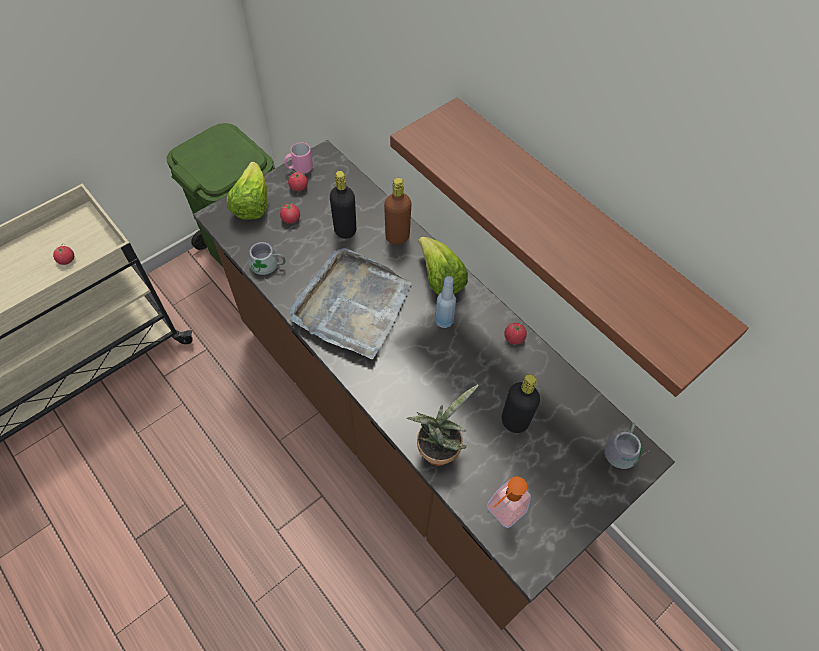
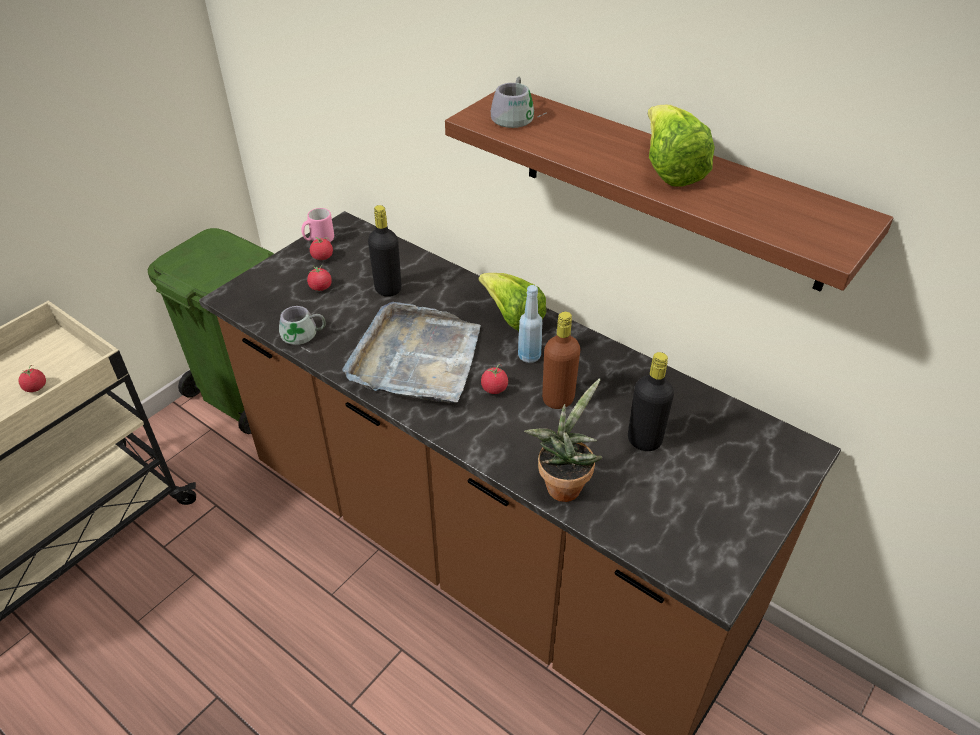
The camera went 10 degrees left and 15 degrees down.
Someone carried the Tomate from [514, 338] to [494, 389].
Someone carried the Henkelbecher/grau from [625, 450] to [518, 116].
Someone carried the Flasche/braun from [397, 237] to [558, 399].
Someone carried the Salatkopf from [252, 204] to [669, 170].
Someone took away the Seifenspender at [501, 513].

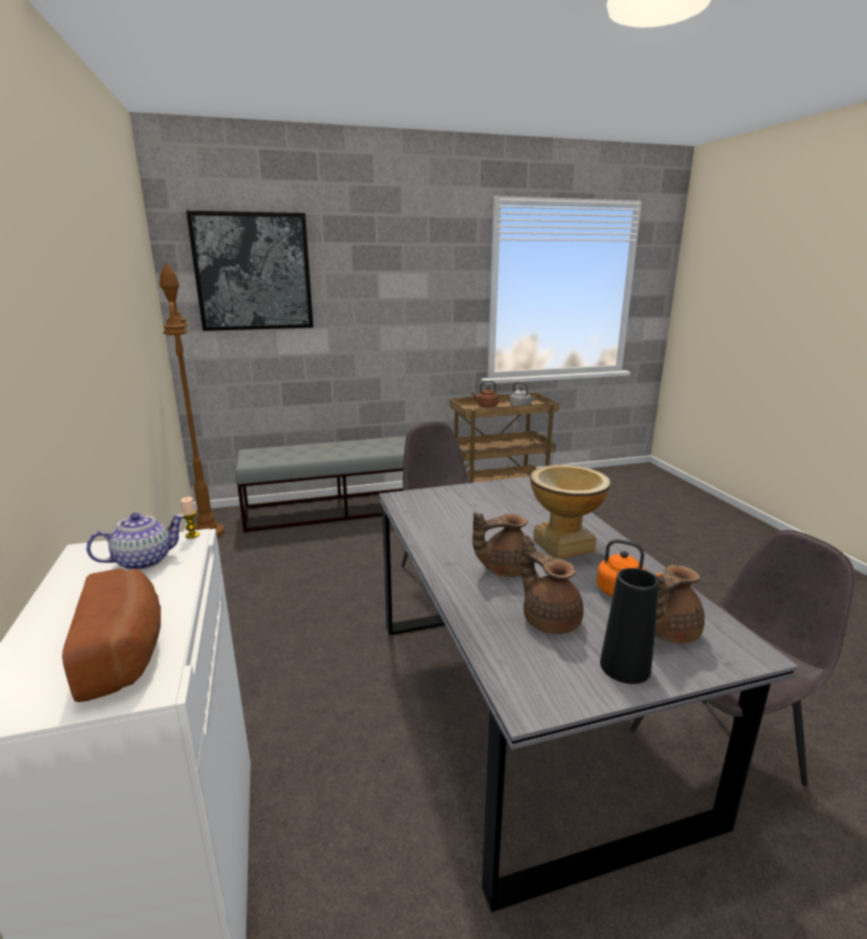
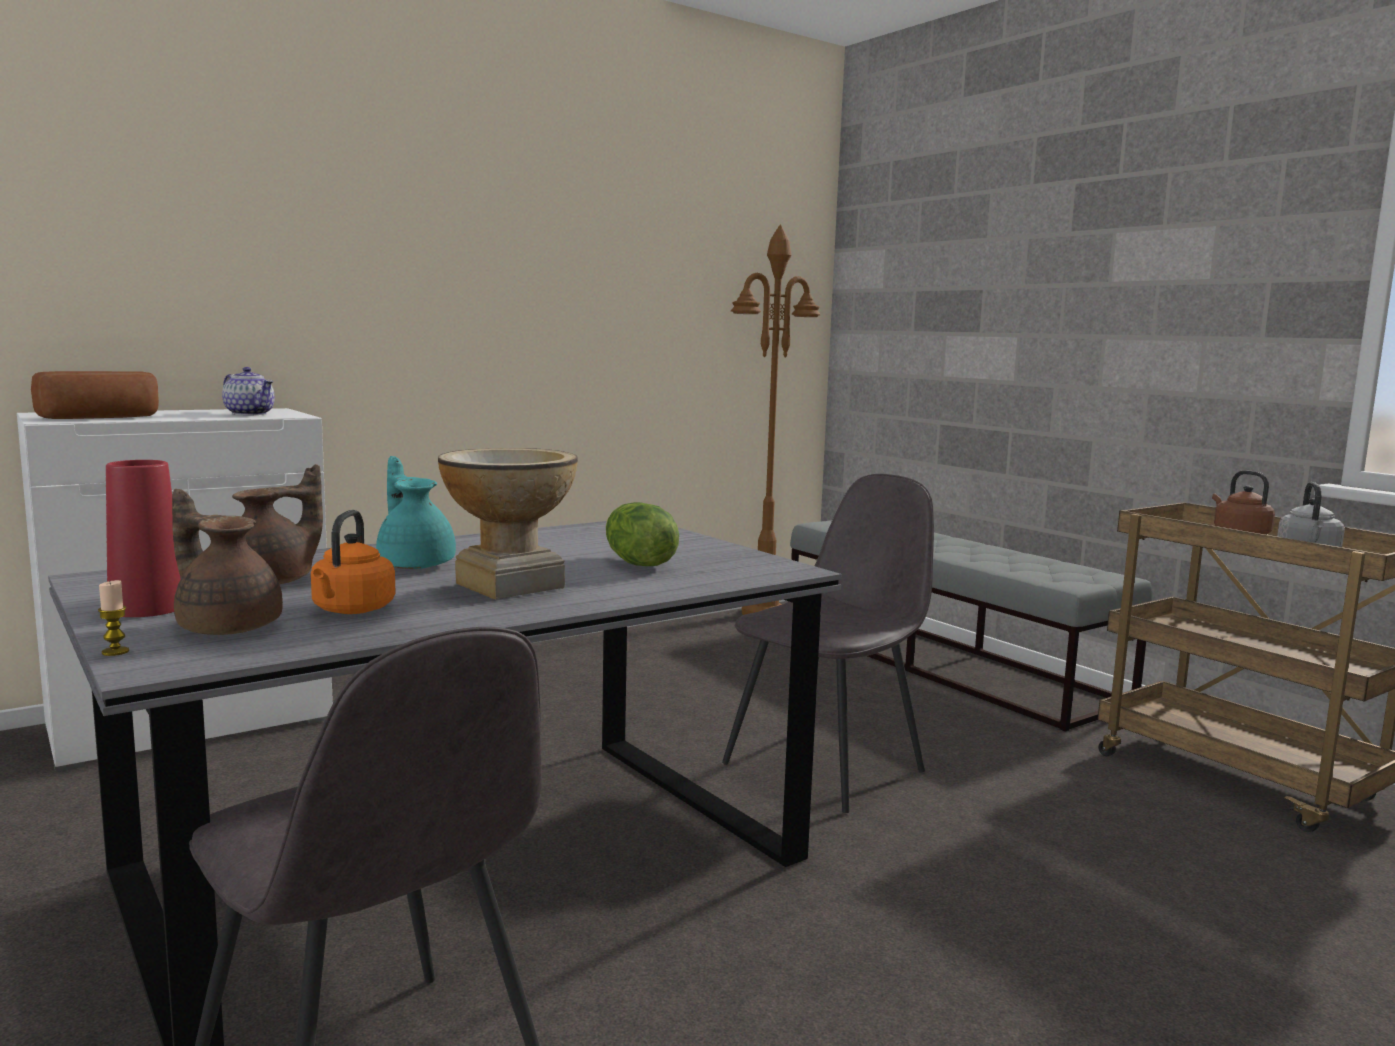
The camera went 70 degrees right and 10 degrees down.
Someone carried the Kerze from [192, 535] to [115, 652].
Someone repainted the Vase/schwarz at [625, 667], which became the Vase/rot at [147, 608].
Someone repainted the Teekanne/braun at [504, 569], which became the Teekanne/türkis at [415, 564].
Someone put down the Salatkopf at [637, 563].
Someone took away the Bild at [253, 272].

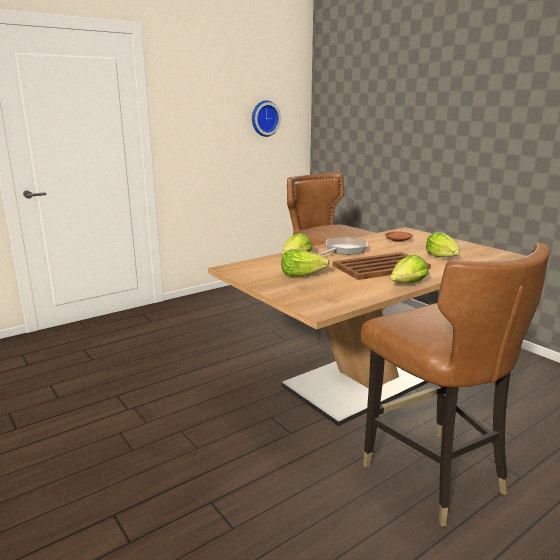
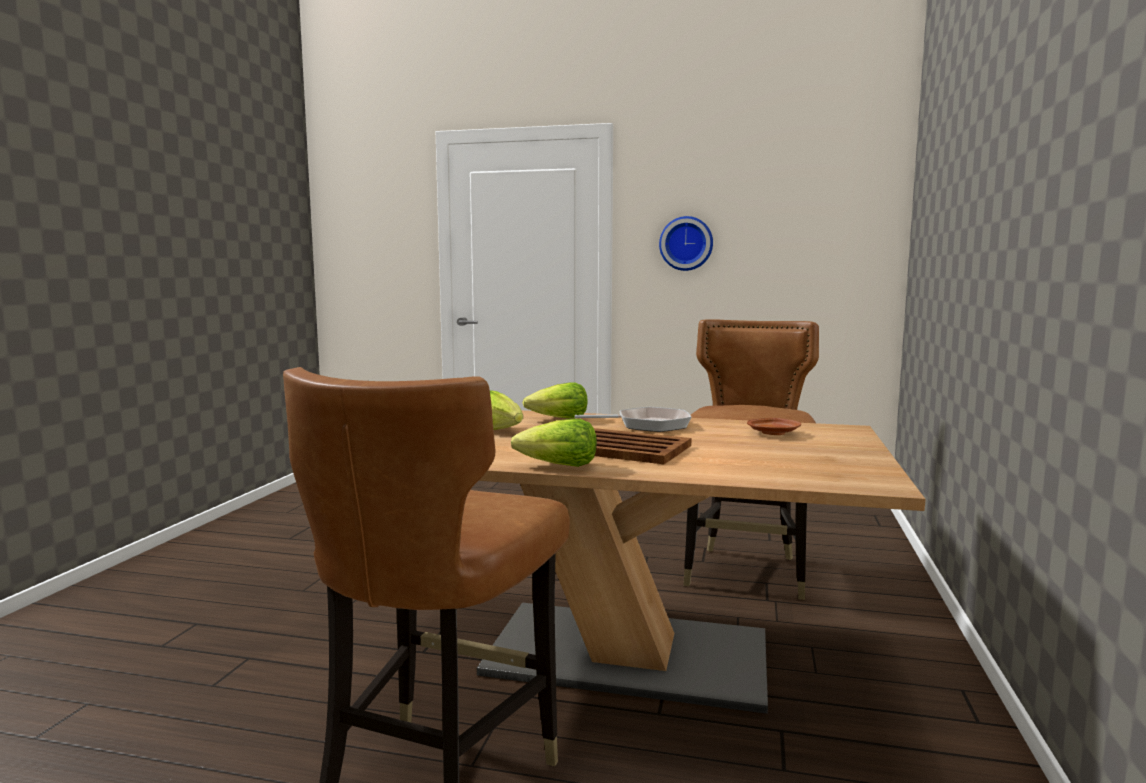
The camera went 50 degrees right and 10 degrees down.
Someone carried the Wanduhr from [264, 118] to [686, 243].
Someone took away the Salatkopf at [442, 257].

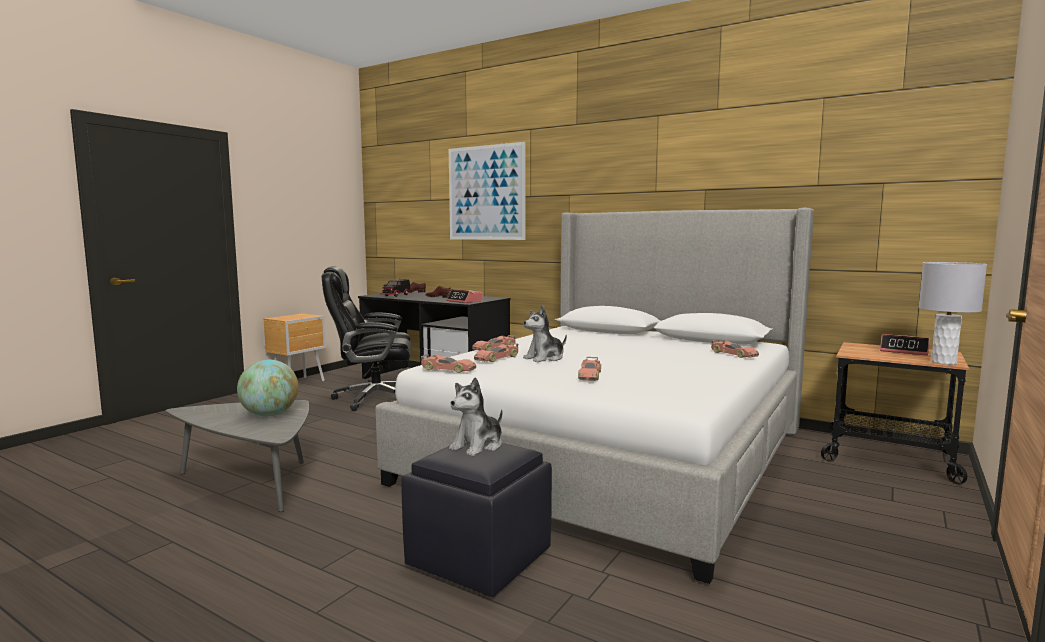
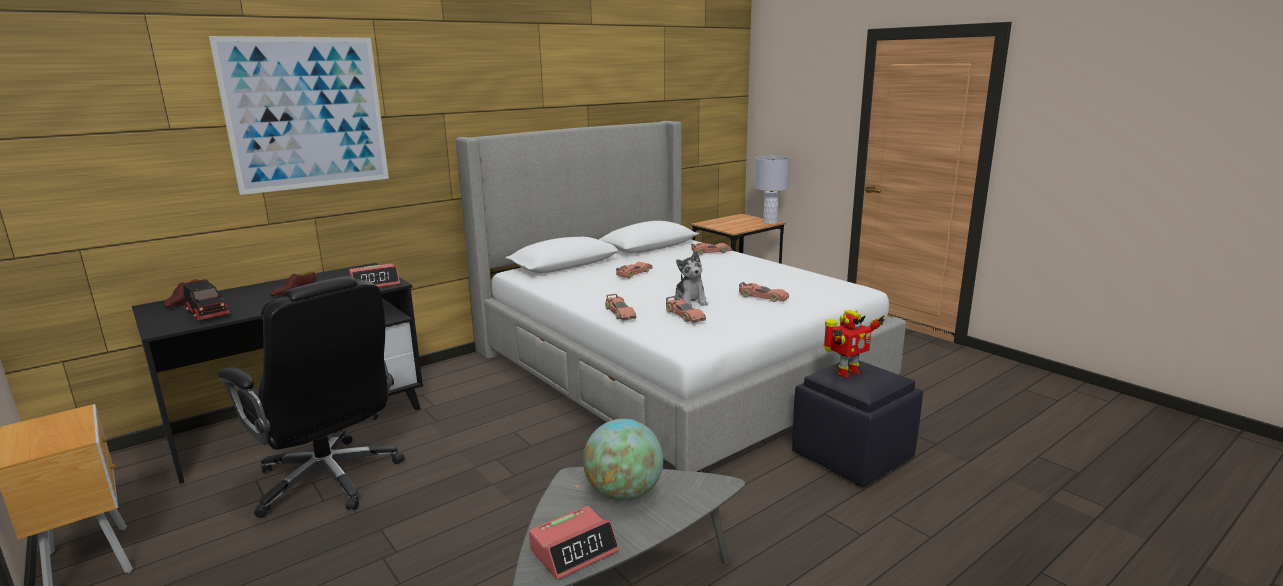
The camera went 70 degrees left and 10 degrees up.
Someone rotated the Bürostuhl/schwarz at [373, 399] by 60 degrees counterclockwise.
Someone carried the Wecker from [904, 351] to [574, 550].
Someone carried the Spielzeugauto from [448, 369] to [634, 274].
Someone swapped the Plüschtier at [478, 446] for the Spielzeugroboter at [846, 373].

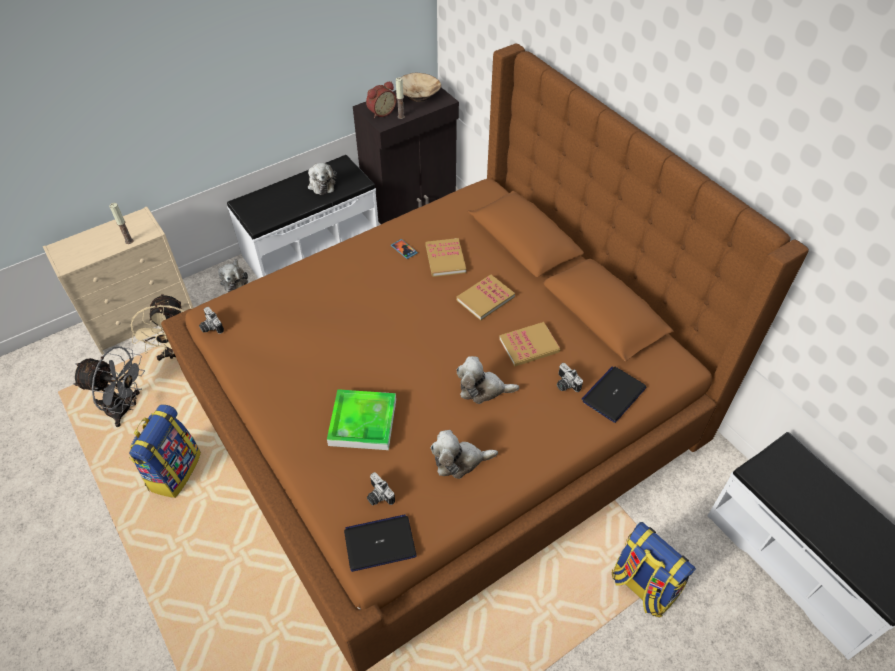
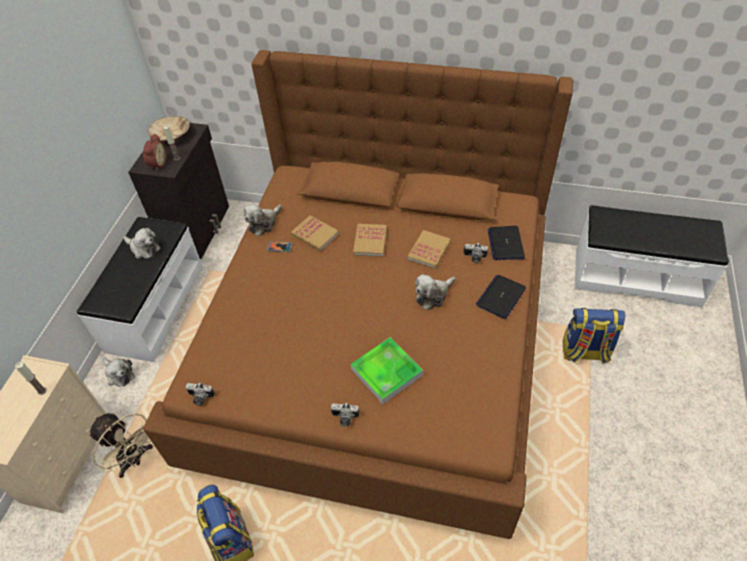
The camera went 40 degrees left and 0 degrees up.
Someone carried the Plüschtier from [459, 461] to [264, 223].
Someone carried the Kamera from [377, 496] to [344, 418].
Someone carried the Laptop from [380, 543] to [501, 297].
Someone took away the Ventilator/grau at [125, 409].

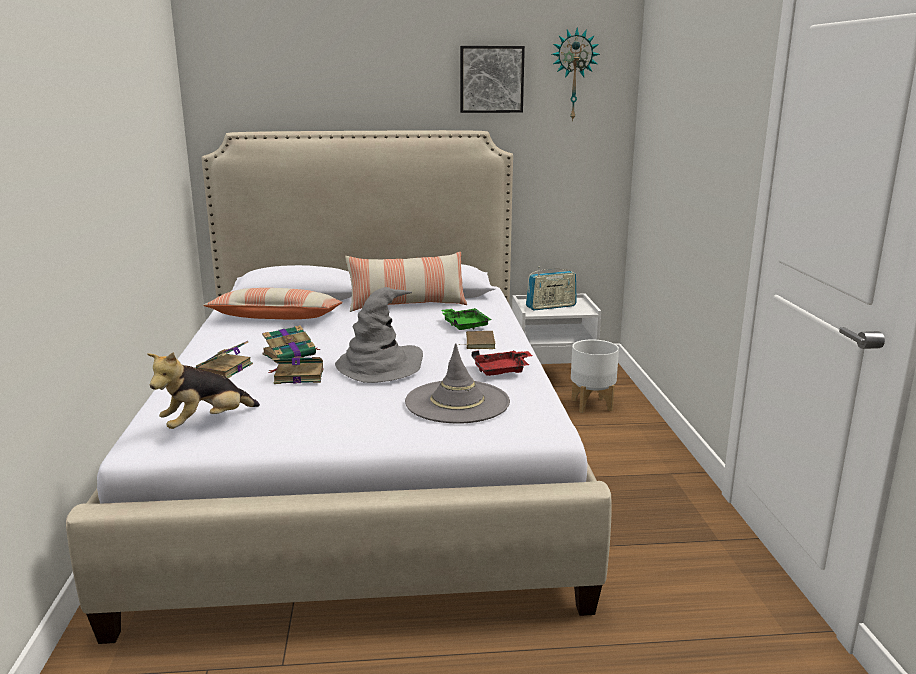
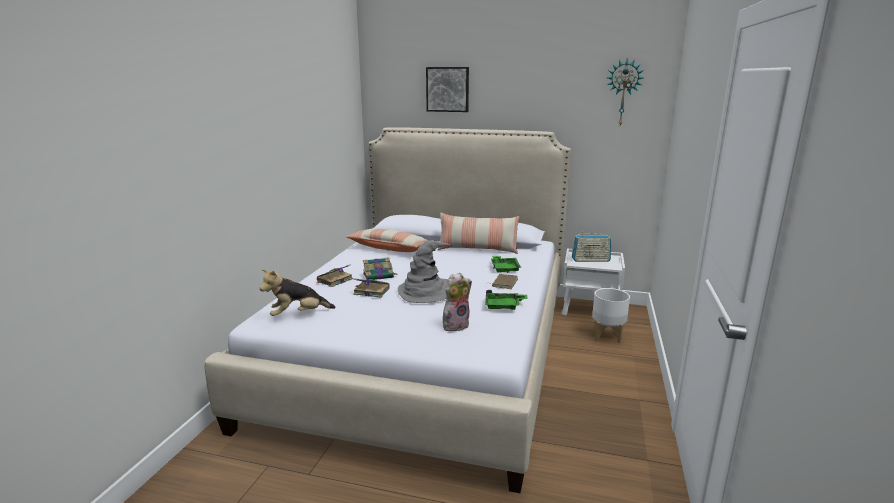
The camera went 20 degrees right and 0 degrees up.
Someone carried the Bild from [491, 79] to [448, 89].
Someone swapped the Hut/grau at [457, 402] for the Plüschtier at [455, 325].
Someone repainted the Tablett/rot at [502, 370], which became the Tablett/grün at [504, 306].

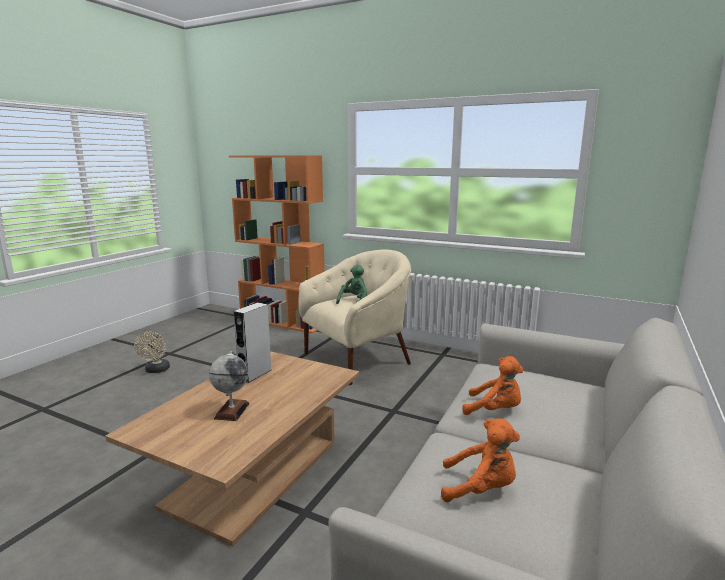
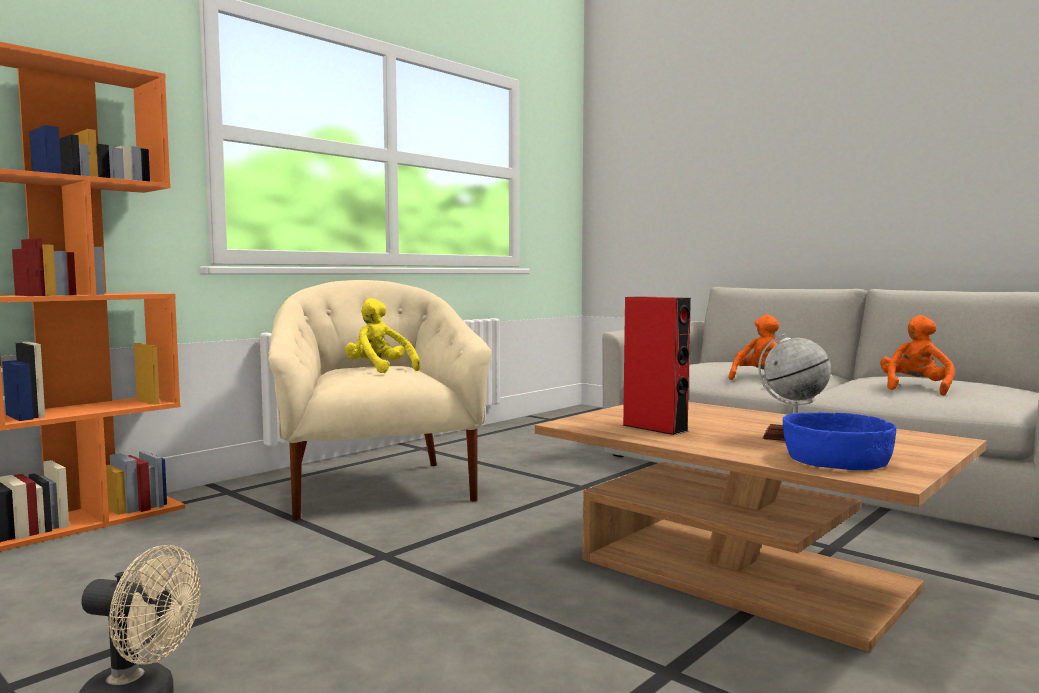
The camera went 75 degrees left and 10 degrees down.
Someone repainted the Plüschtier/grün at [354, 302], which became the Plüschtier/gelb at [379, 370].
Someone repainted the Lautsprecher/grau at [255, 374], which became the Lautsprecher/rot at [654, 428].
Someone put down the Schüssel/blau at [834, 459].

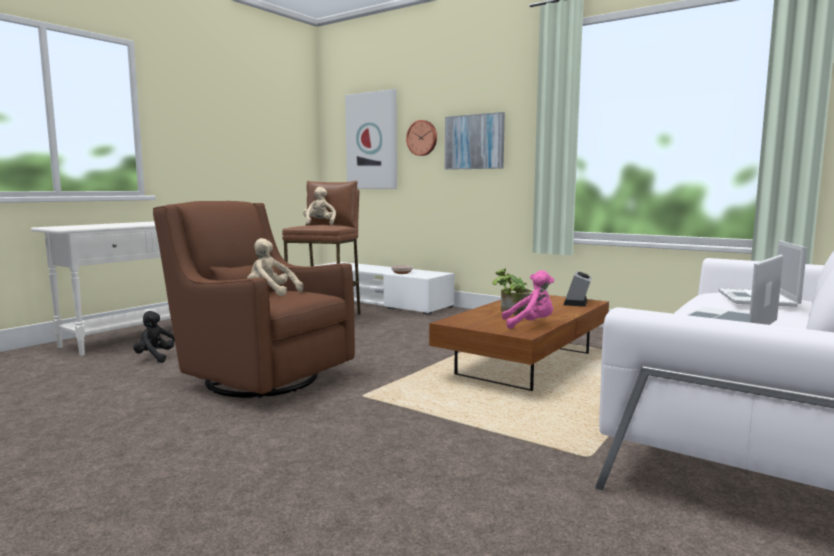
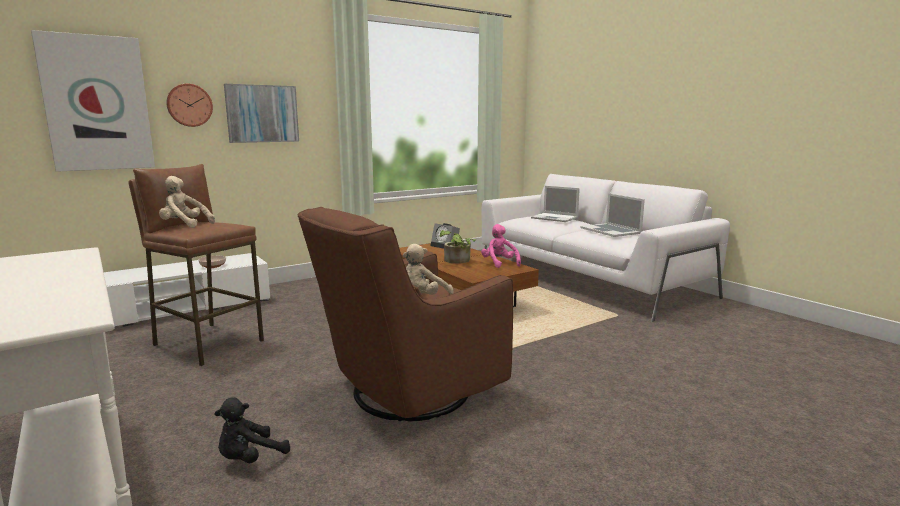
The camera went 70 degrees left and 5 degrees up.
Someone rotated the Plüschtier/rosa at [530, 324] by 45 degrees counterclockwise.

